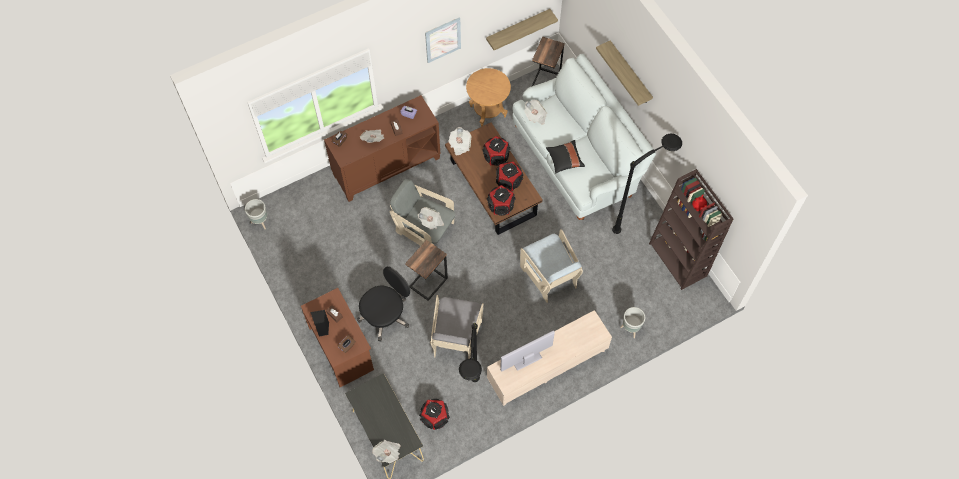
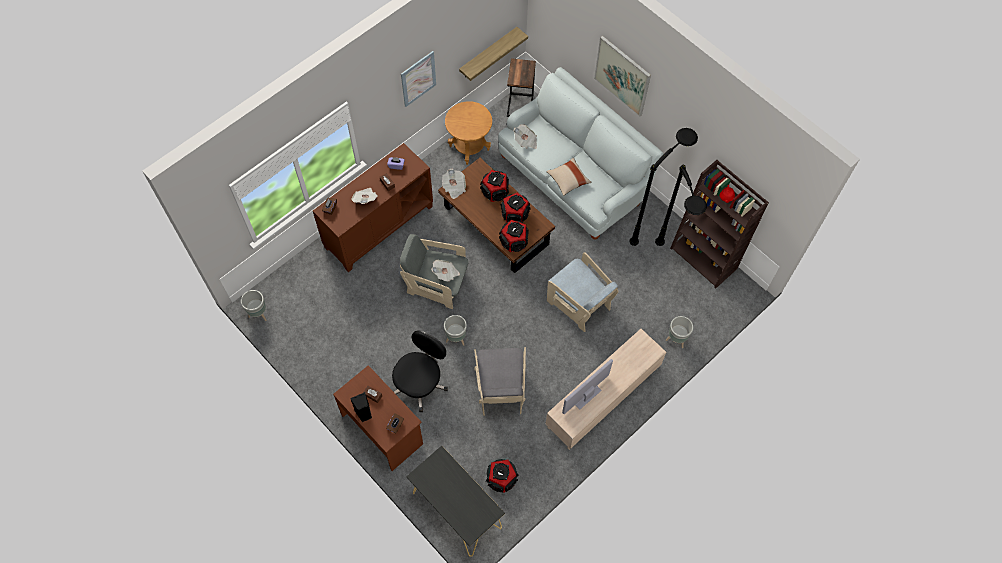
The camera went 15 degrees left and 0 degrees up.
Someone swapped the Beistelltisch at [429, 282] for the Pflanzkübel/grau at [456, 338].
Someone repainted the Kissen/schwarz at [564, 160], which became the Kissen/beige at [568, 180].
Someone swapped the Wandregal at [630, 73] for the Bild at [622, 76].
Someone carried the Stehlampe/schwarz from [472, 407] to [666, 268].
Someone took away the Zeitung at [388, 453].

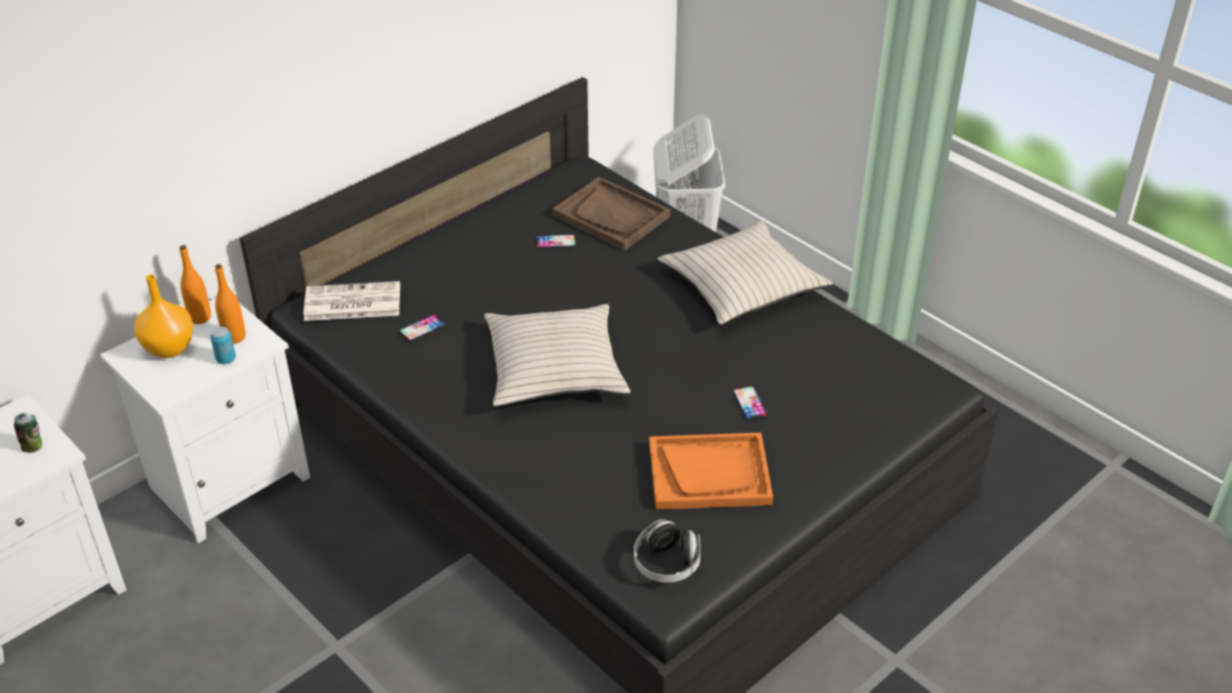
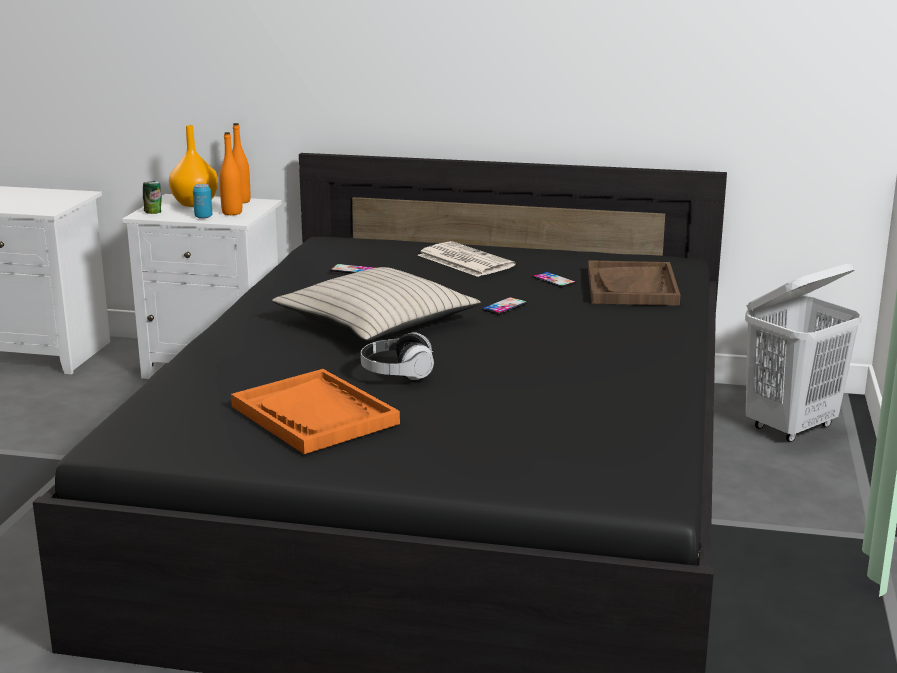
The camera went 55 degrees right and 20 degrees down.
Someone carried the Dose from [33, 446] to [153, 212].
Someone carried the Kopfhörer from [667, 564] to [397, 373].
Someone carried the Zeitung from [351, 303] to [464, 260].
Someone carried the Handy from [749, 403] to [504, 306].
Someone took away the Kissen/beige at [741, 286].

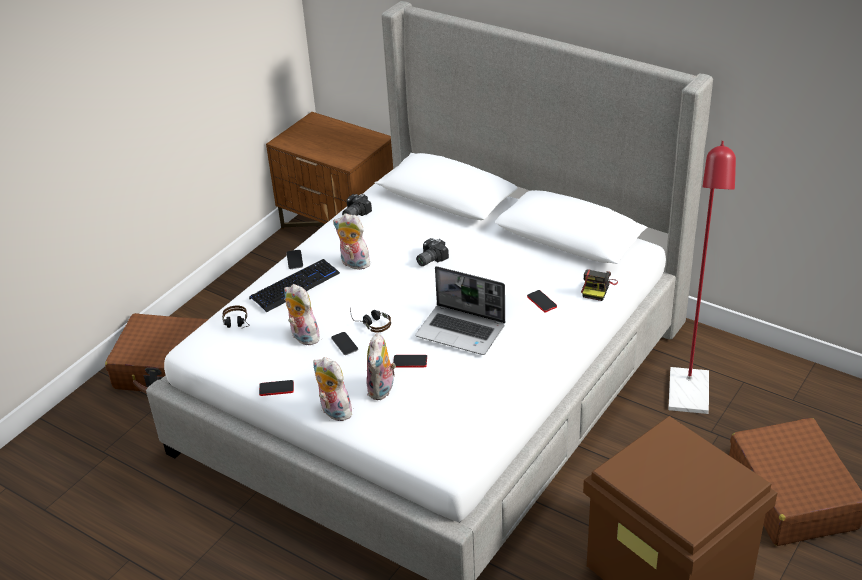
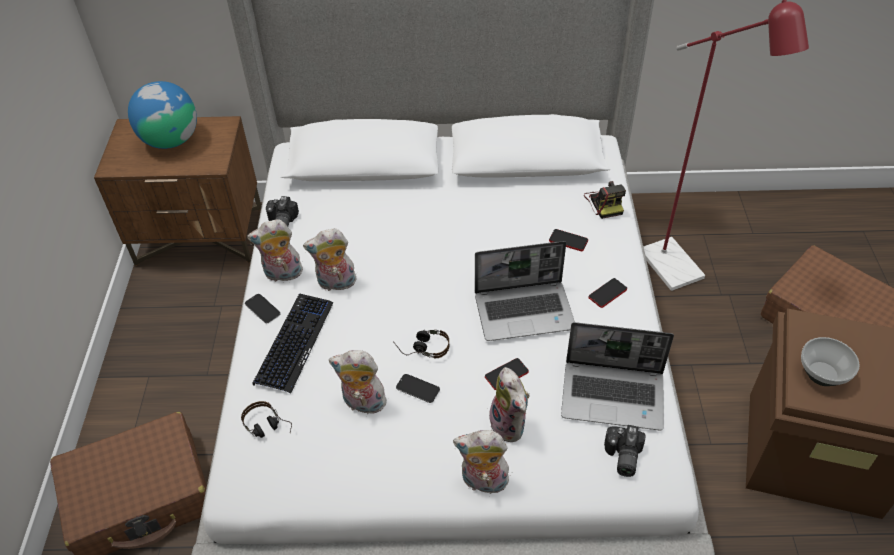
The camera went 35 degrees left and 10 degrees up.
Someone put down the Globus at [171, 140].
Someone put down the Plüschtier at [282, 275].
Someone put down the Laptop at [614, 395].
Someone carried the Handy from [276, 388] to [607, 293].
Someone carried the Kamera from [429, 259] to [621, 457].
Someone put down the Schüssel at [823, 374].

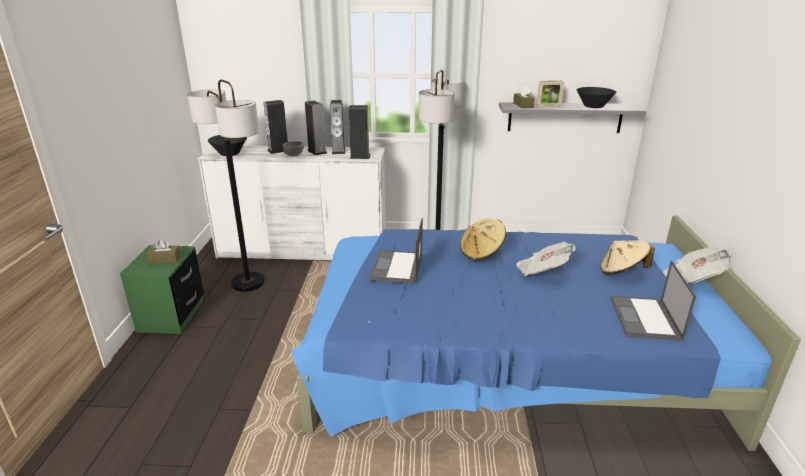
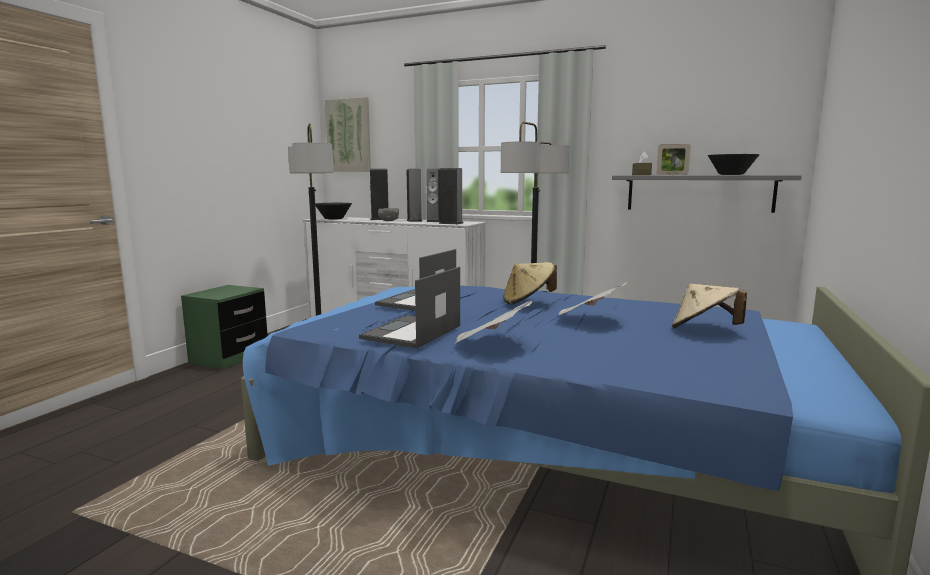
The camera went 20 degrees right and 15 degrees down.
Someone put up the Bild at [349, 135].
Someone carried the Laptop from [645, 319] to [411, 332].
Someone carried the Zeitung from [693, 278] to [489, 344].
Someone took away the Taschentuchbox/braun at [165, 260].

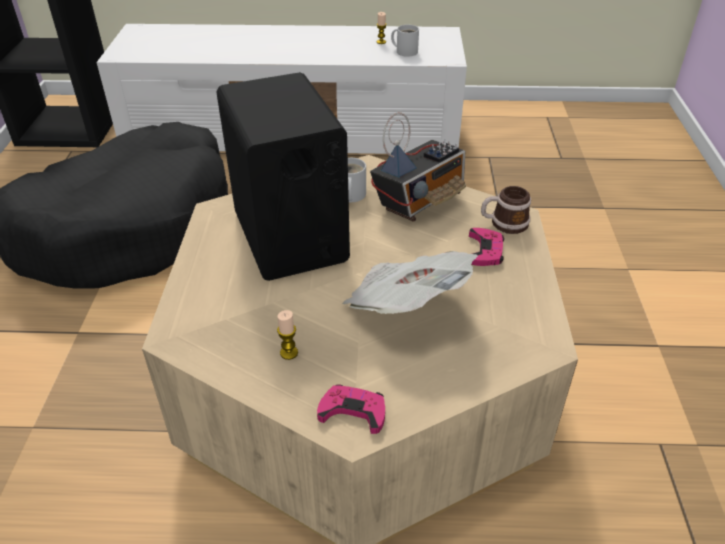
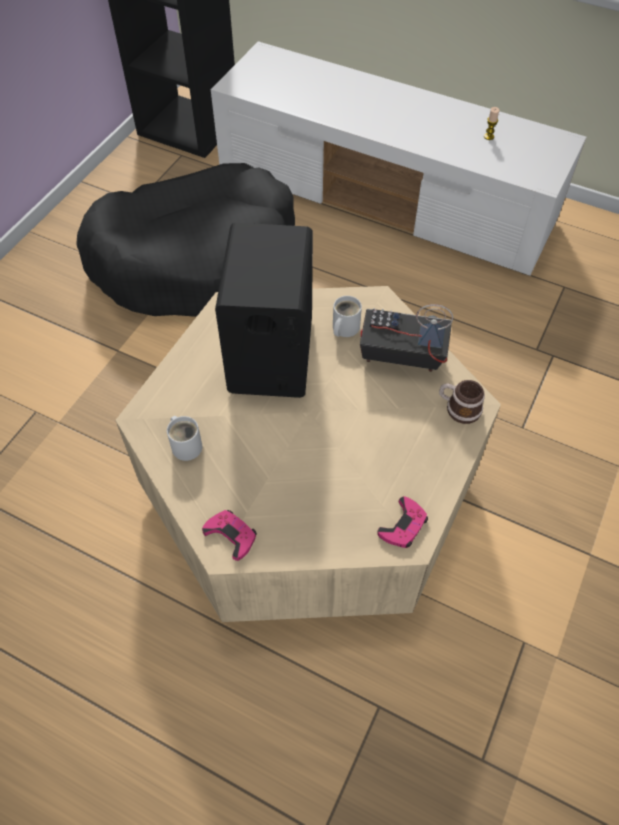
The camera went 25 degrees right and 15 degrees up.
Someone carried the Henkelbecher/weiß from [405, 51] to [186, 444].
Someone rotated the Radio at [420, 201] by 150 degrees counterclockwise.
Someone carried the Gamepad/rosa from [485, 251] to [403, 525].
Someone took away the Kerze at [289, 353].
Someone took away the Zeitung at [406, 305].

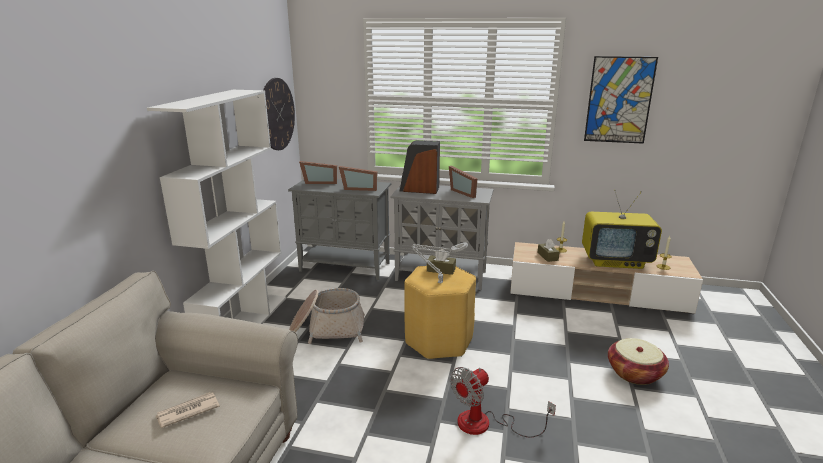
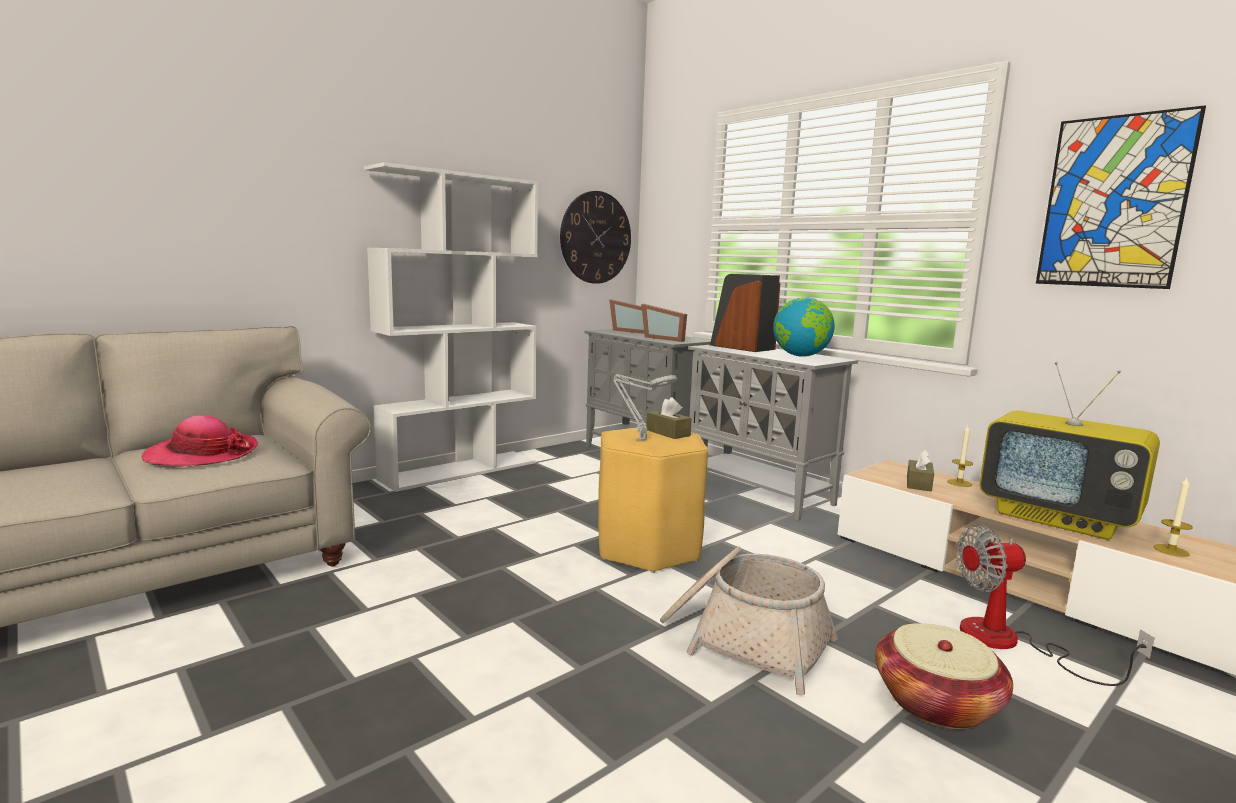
The camera went 35 degrees right and 10 degrees down.
Someone swapped the Zeitung at [187, 411] for the Hut at [202, 454].
Someone carried the Korb from [328, 329] to [743, 640].
Someone swapped the Bilderrahmen at [464, 192] for the Globus at [801, 356].
Someone carried the Ventilator from [485, 424] to [1010, 643].

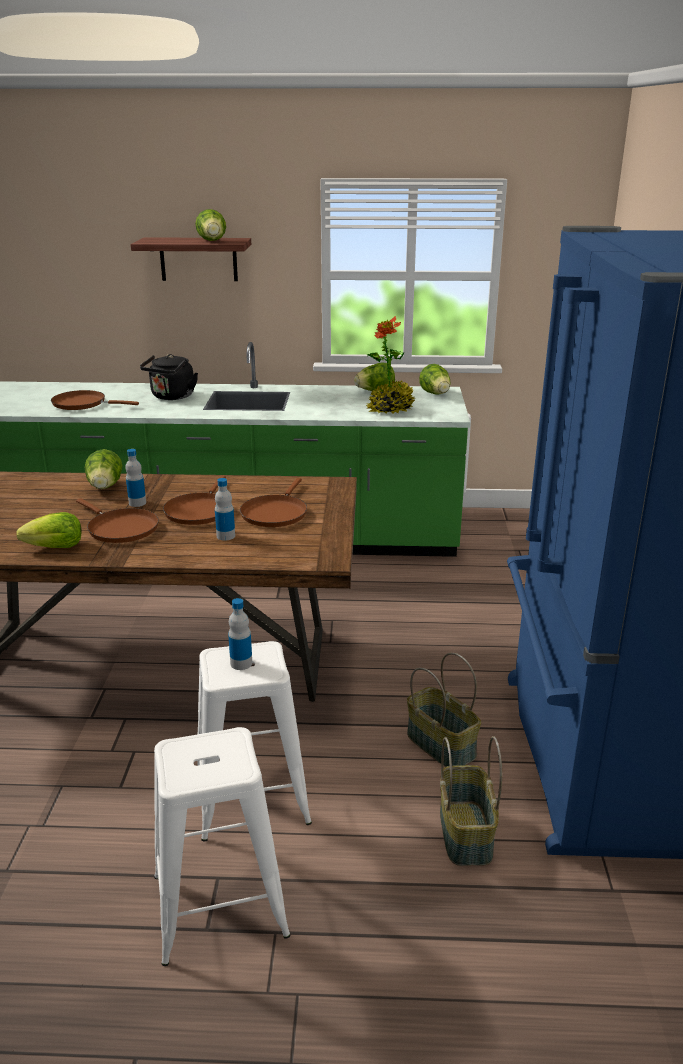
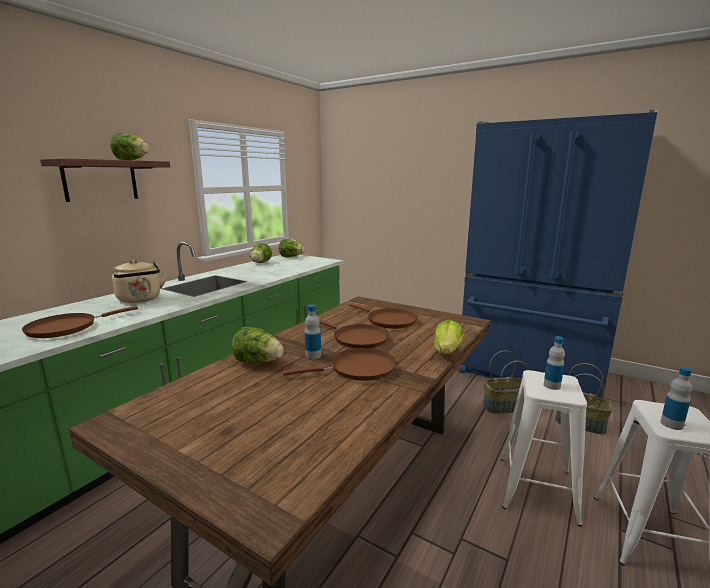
The camera went 60 degrees left and 10 degrees down.
Someone repainted the Wasserkessel/schwarz at [172, 397], which became the Wasserkessel/beige at [140, 299].
Someone carried the Salatkopf from [56, 548] to [447, 352].
Someone carried the Flasche from [226, 536] to [671, 424].
Someone took away the Topfpflanze at [390, 409].

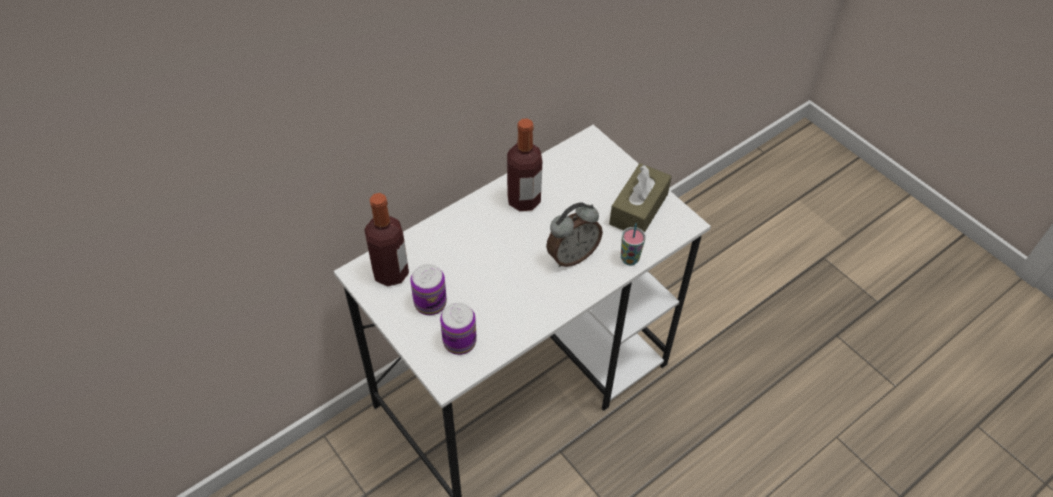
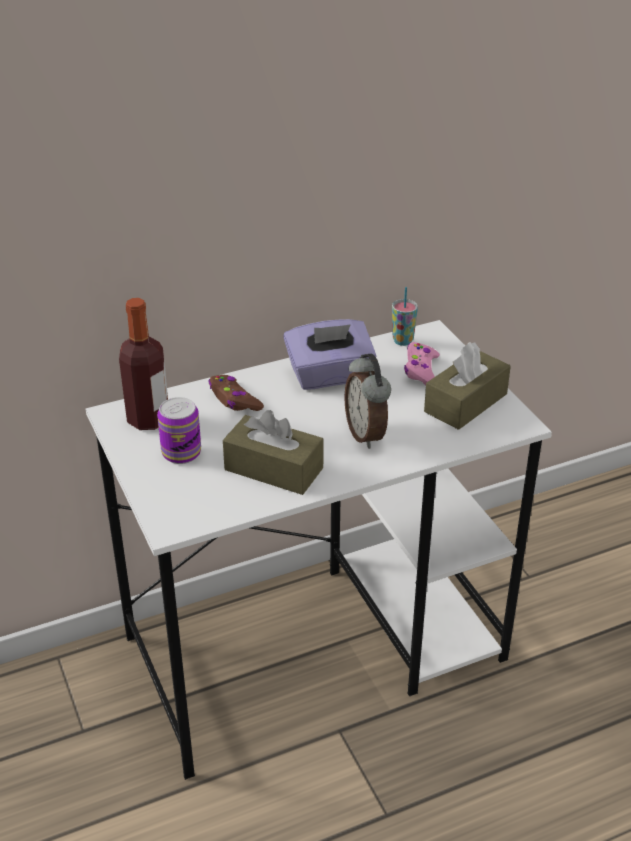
The camera went 15 degrees right and 15 degrees down.
Someone put down the Gamepad/braun at [234, 400].
Someone put down the Taschentuchbox/braun at [273, 469].
Someone swapped the Flasche at [524, 200] for the Taschentuchbox/lila at [329, 376].
Someone rotated the Wecker at [571, 255] by 90 degrees clockwise.
Someone carried the Tasse from [629, 259] to [403, 341].
Someone put down the Gamepad/rosa at [421, 371].
Someone took away the Dose at [459, 342].

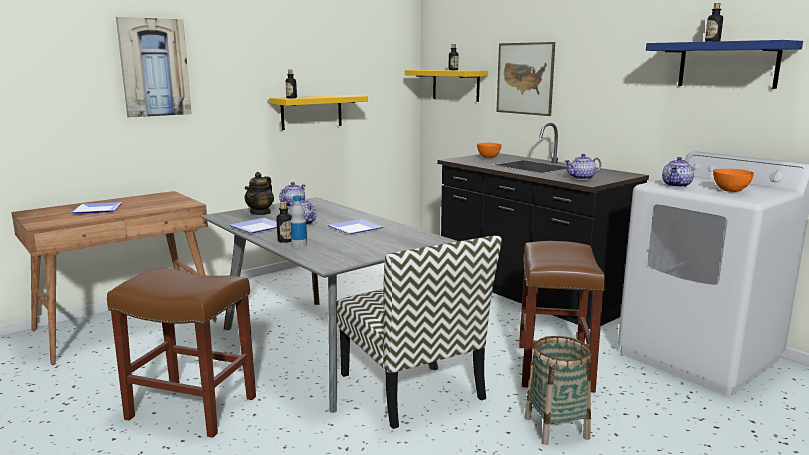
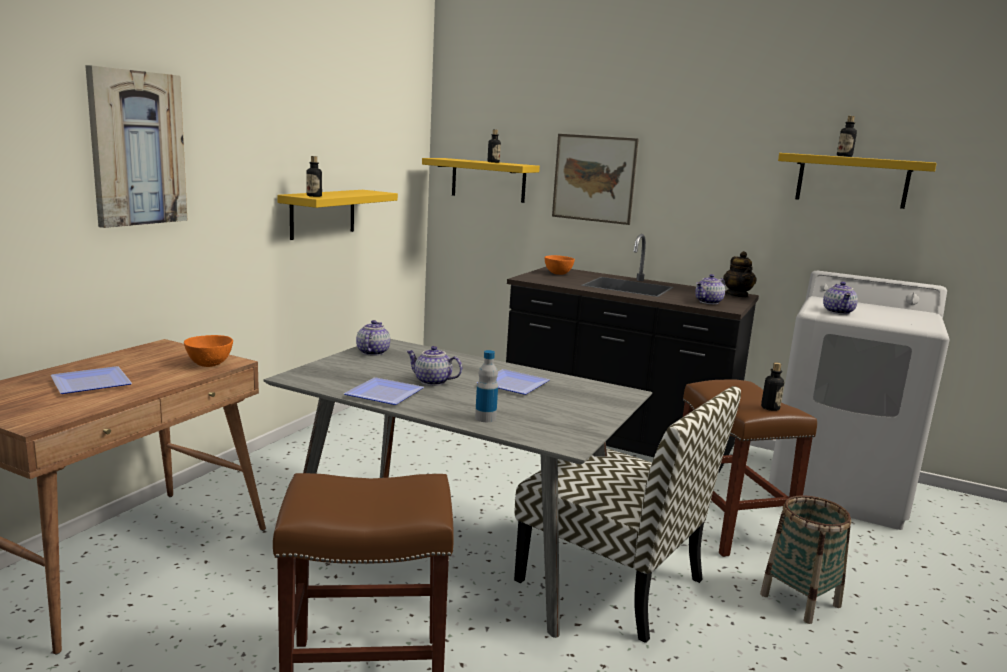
The camera went 25 degrees left and 0 degrees up.
Someone carried the Schüssel/orange from [730, 190] to [210, 364].
Someone carried the Teekanne from [260, 212] to [737, 295].
Someone carried the Flasche from [285, 240] to [770, 408].
Someone repainted the Wandregal/blau at [727, 65], which became the Wandregal/gelb at [852, 180].

